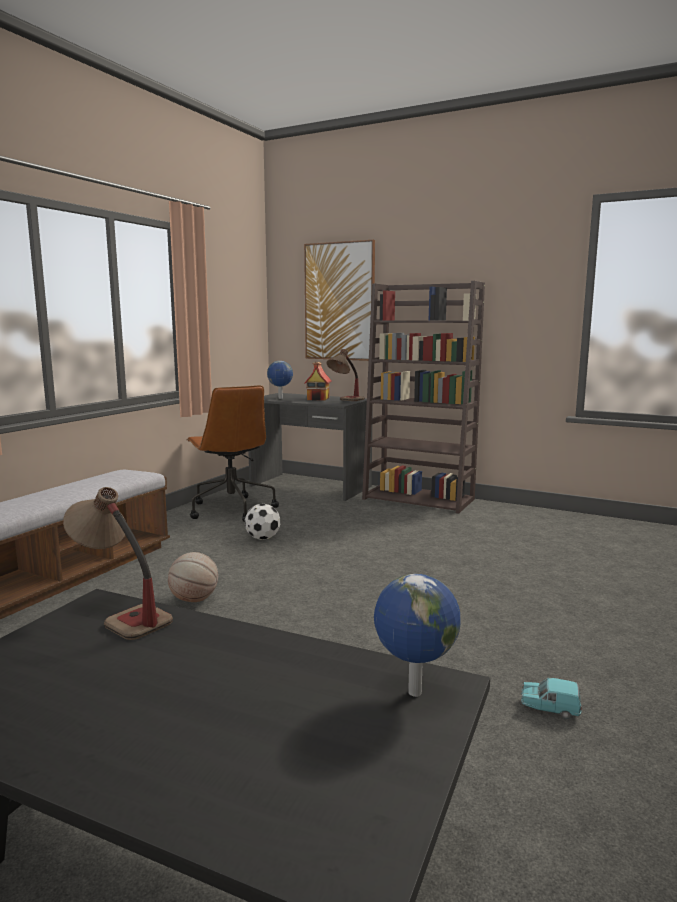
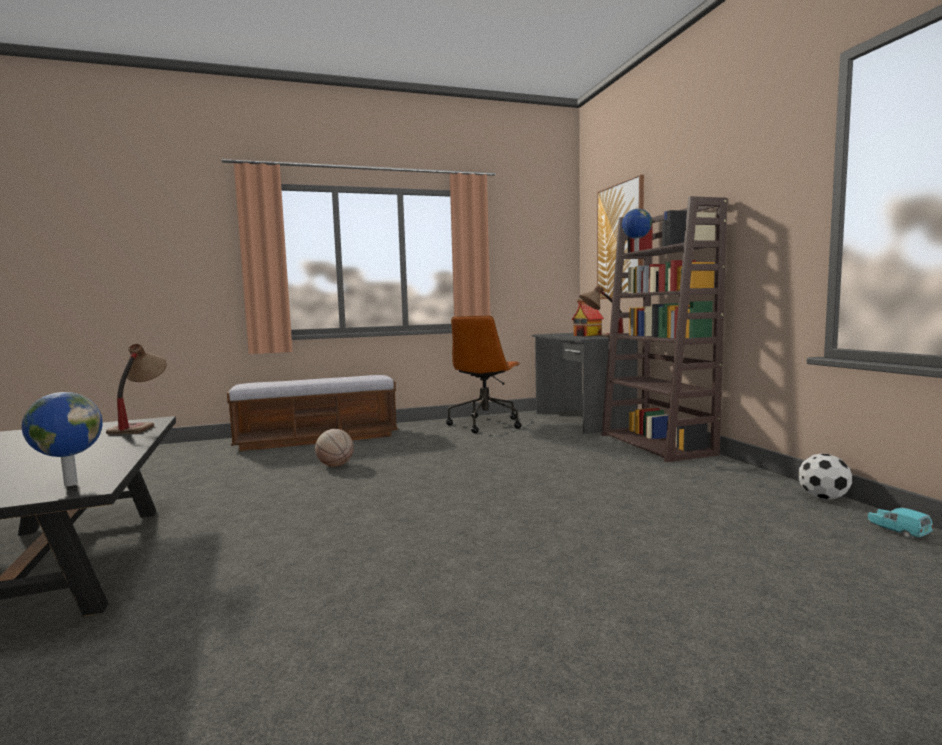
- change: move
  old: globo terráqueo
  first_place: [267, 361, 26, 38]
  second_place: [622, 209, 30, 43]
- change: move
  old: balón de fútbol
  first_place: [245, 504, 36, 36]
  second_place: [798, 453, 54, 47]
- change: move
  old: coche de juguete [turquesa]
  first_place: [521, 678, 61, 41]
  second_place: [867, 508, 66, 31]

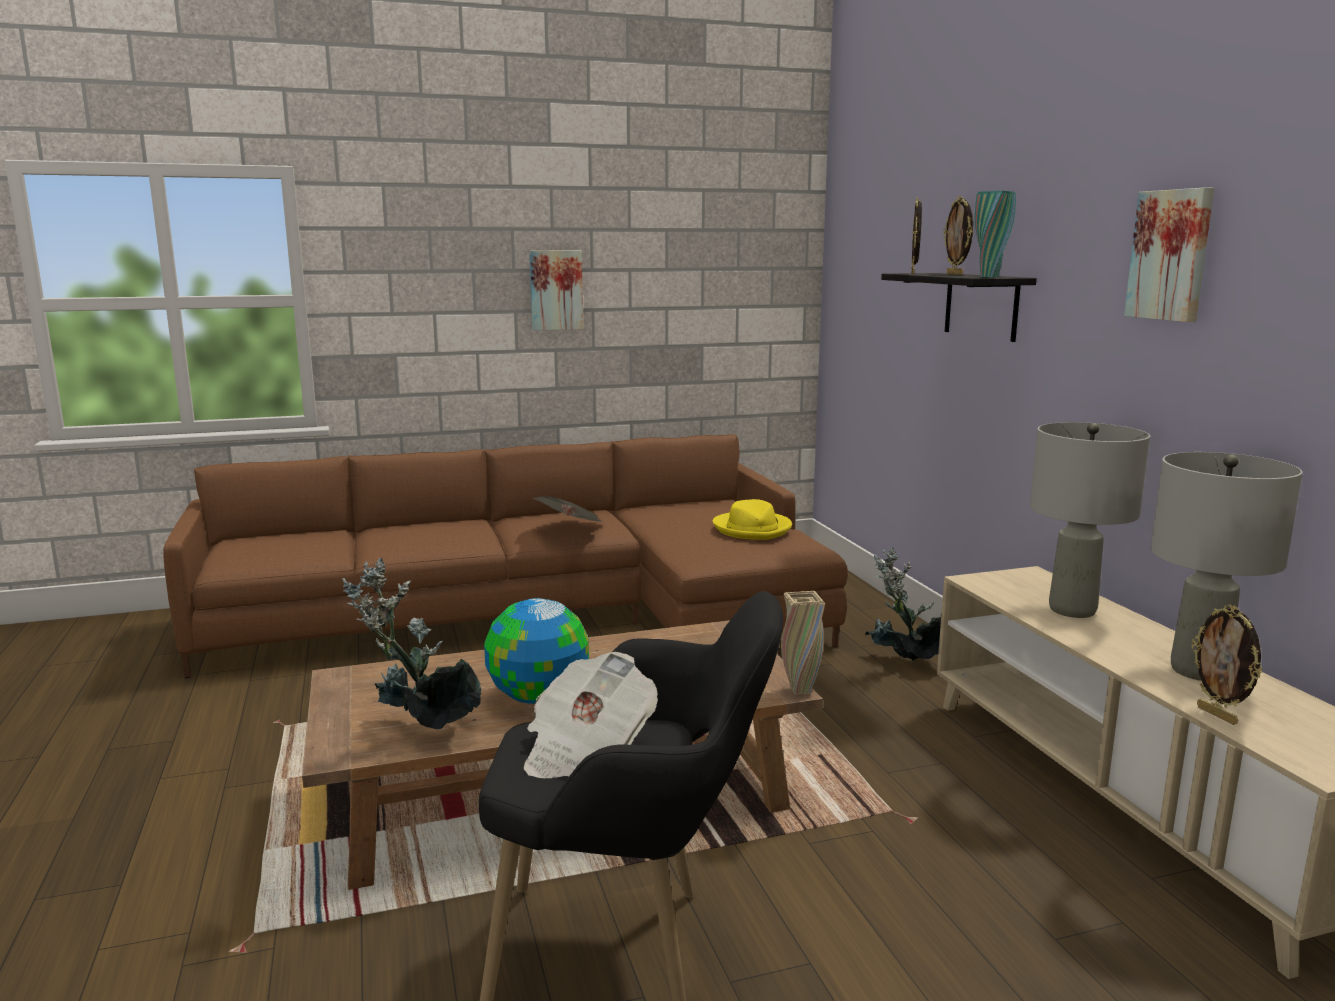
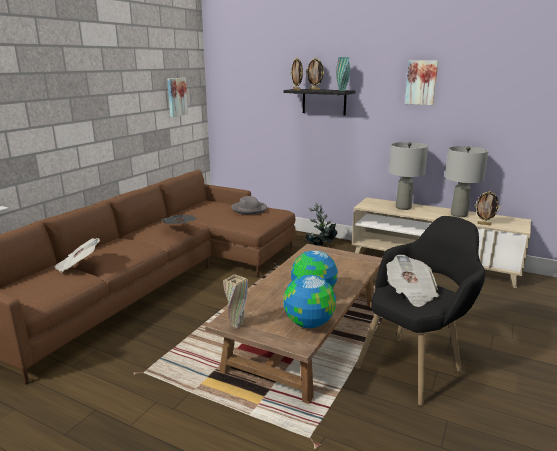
- change: move
  old: cuadro
  first_place: [529, 251, 54, 79]
  second_place: [167, 78, 21, 39]
- change: recolor
  old: sombrero [amarillo]
  new: sombrero [gris]
  first_place: [713, 499, 79, 41]
  second_place: [231, 196, 36, 18]
- change: replace
  old: planta en maceta
  new: globo terráqueo
  first_place: [343, 558, 138, 171]
  second_place: [283, 275, 53, 53]
- change: move
  old: florero [beis]
  first_place: [781, 591, 44, 104]
  second_place: [223, 274, 25, 54]
- change: insert
  new: periódico
  second_place: [55, 238, 45, 35]

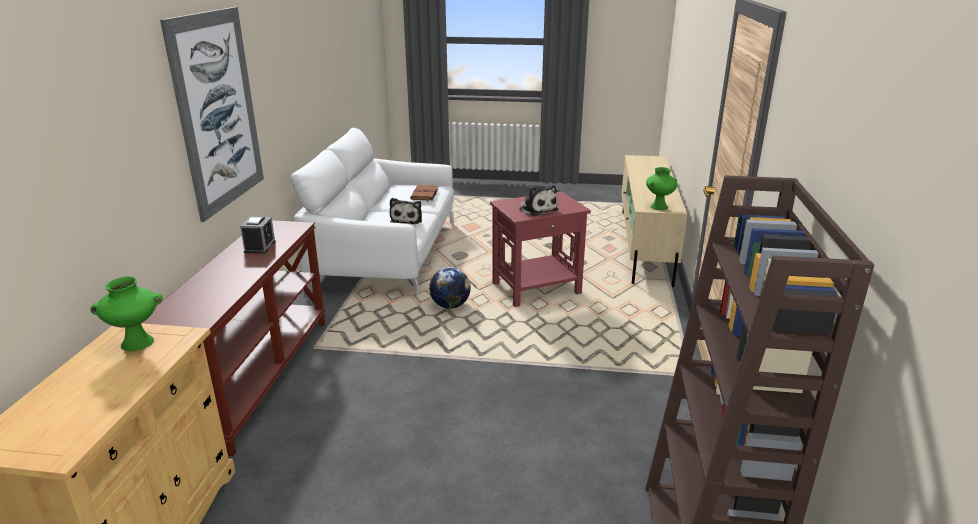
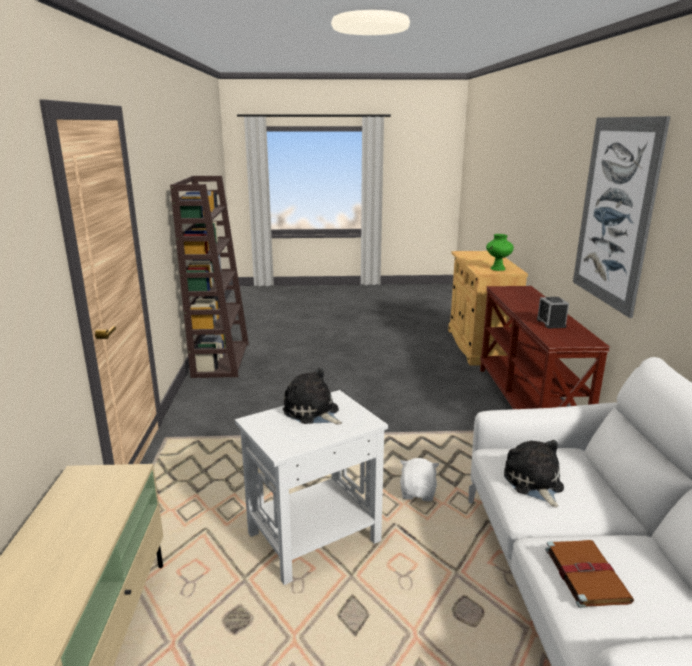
- change: delete
  old: florero [verde]
  first_place: [646, 167, 32, 43]
- change: recolor
  old: mesa auxiliar [rojo]
  new: mesa auxiliar [blanco]
  first_place: [490, 191, 101, 116]
  second_place: [235, 390, 153, 195]
- change: replace
  old: globo terráqueo
  new: peluche [blanco]
  first_place: [429, 267, 42, 42]
  second_place: [400, 458, 39, 43]

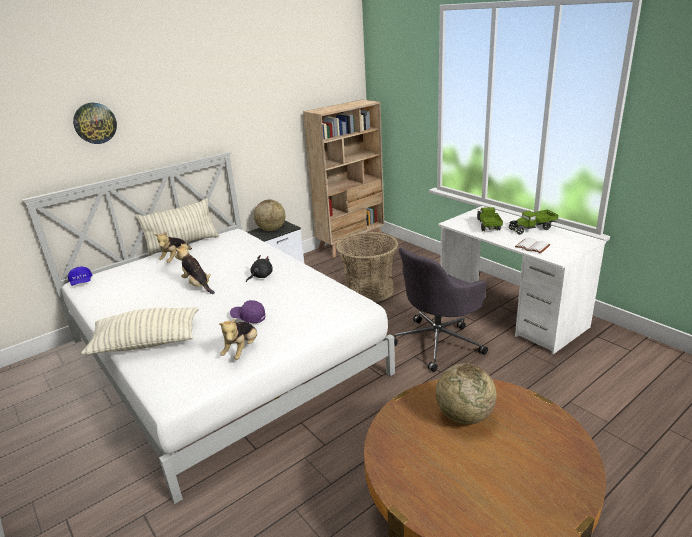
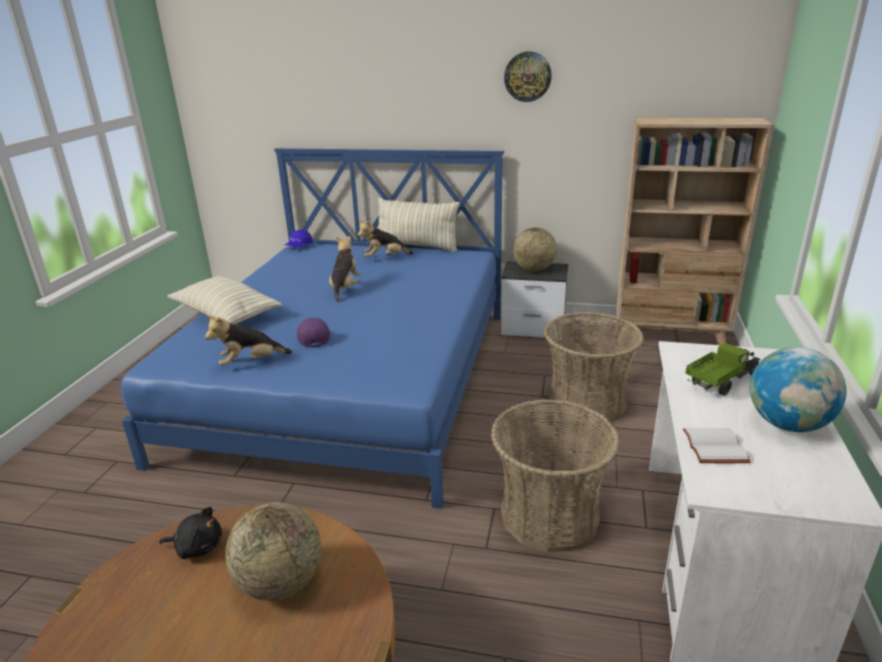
- change: move
  old: reloj de pared
  first_place: [73, 103, 44, 41]
  second_place: [504, 51, 48, 51]
- change: recolor
  old: cama [blanco]
  new: cama [azul]
  first_place: [22, 152, 373, 352]
  second_place: [121, 148, 383, 361]
- change: replace
  old: camión de juguete
  new: globo terráqueo
  first_place: [508, 210, 51, 25]
  second_place: [750, 347, 96, 85]
- change: replace
  old: silla de oficina [gris]
  new: cesta
  first_place: [394, 247, 94, 125]
  second_place: [491, 399, 129, 153]
- change: move
  old: peluche [negro]
  first_place: [246, 255, 27, 27]
  second_place: [159, 507, 63, 52]

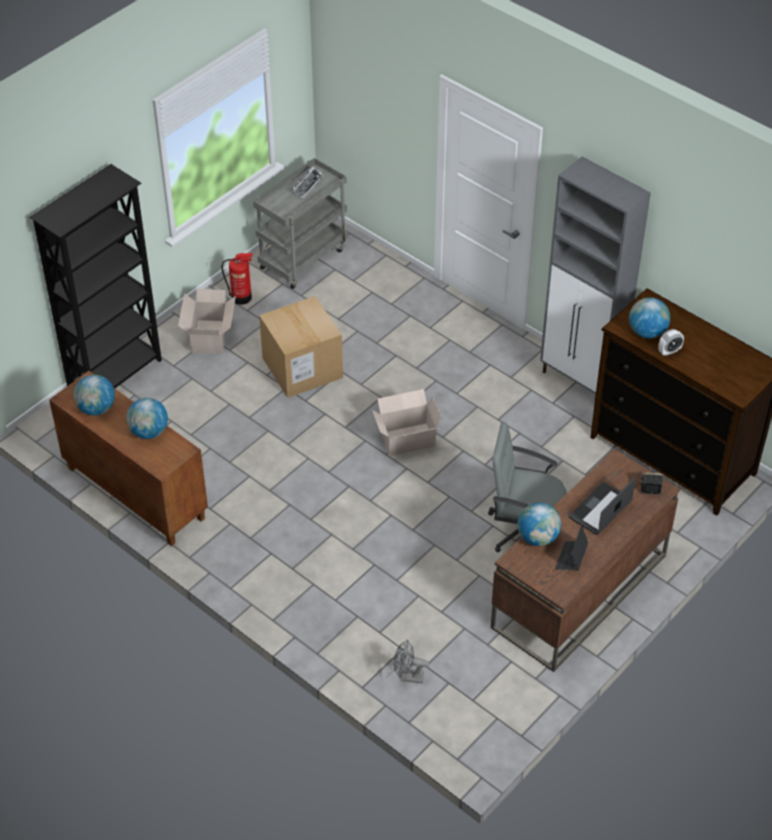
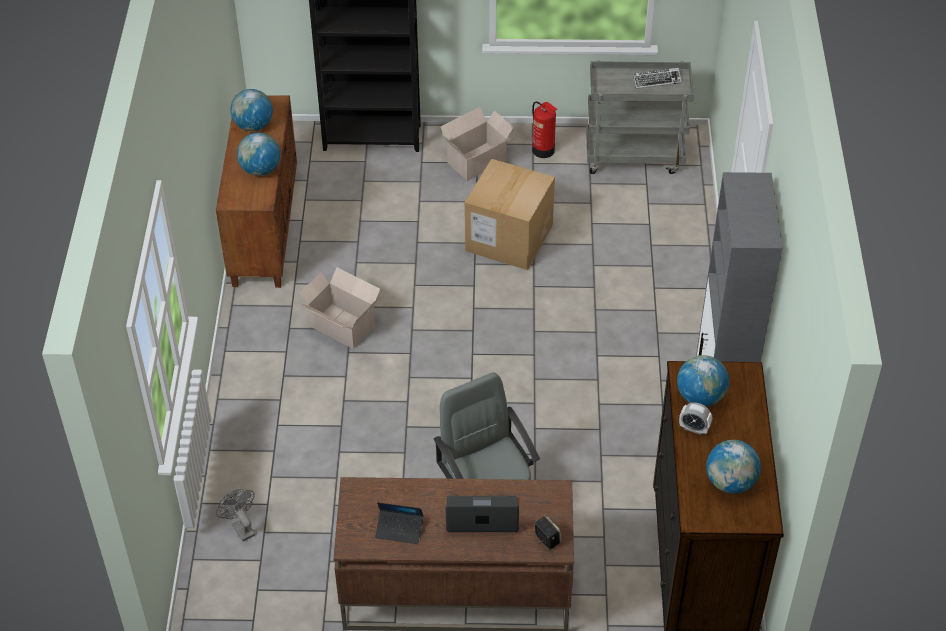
- change: move
  old: caja de cartón
  first_place: [372, 389, 69, 67]
  second_place: [299, 267, 81, 82]
- change: move
  old: globo terráqueo
  first_place: [518, 503, 43, 43]
  second_place: [706, 440, 55, 54]
- change: rotate
  old: portátil
  first_place: [555, 526, 33, 45]
  second_place: [375, 502, 49, 42]
  degrees: -150

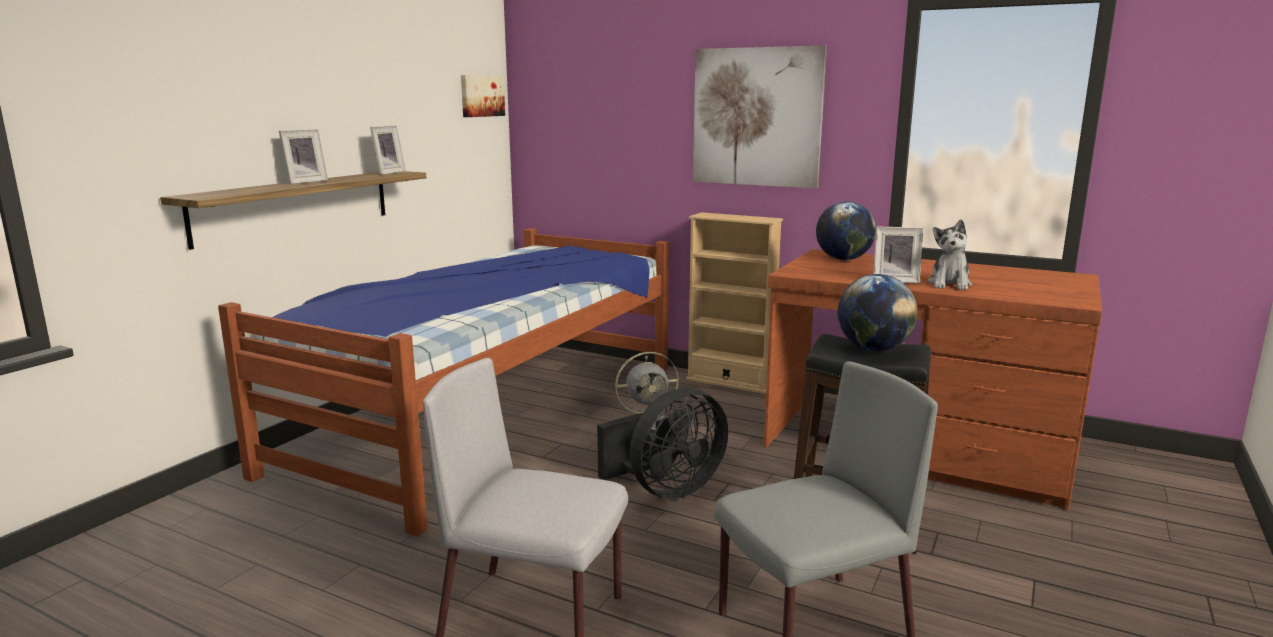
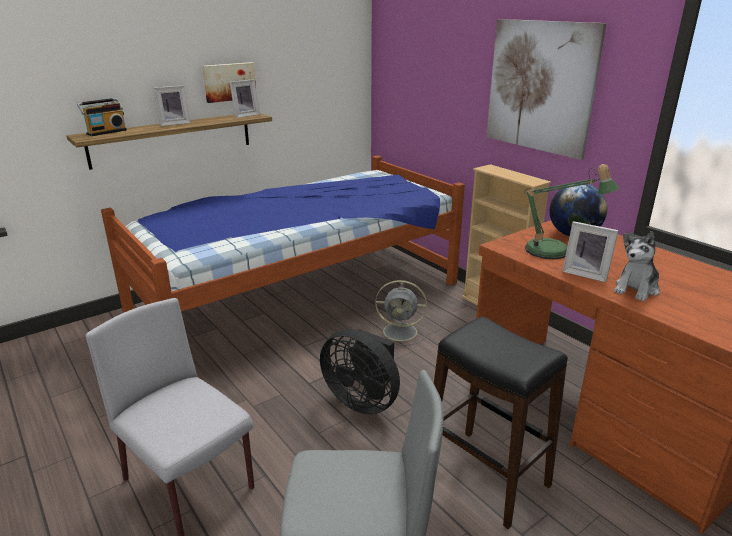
- change: move
  old: cuadro
  first_place: [461, 75, 44, 42]
  second_place: [202, 62, 54, 41]
- change: delete
  old: globo terráqueo
  first_place: [838, 274, 80, 77]
- change: rotate
  old: ventilador [negro]
  first_place: [597, 388, 131, 111]
  second_place: [320, 329, 80, 86]
  degrees: 45
- change: insert
  new: radio
  second_place: [77, 98, 50, 38]
- change: insert
  new: lámpara de mesa
  second_place: [524, 164, 95, 96]

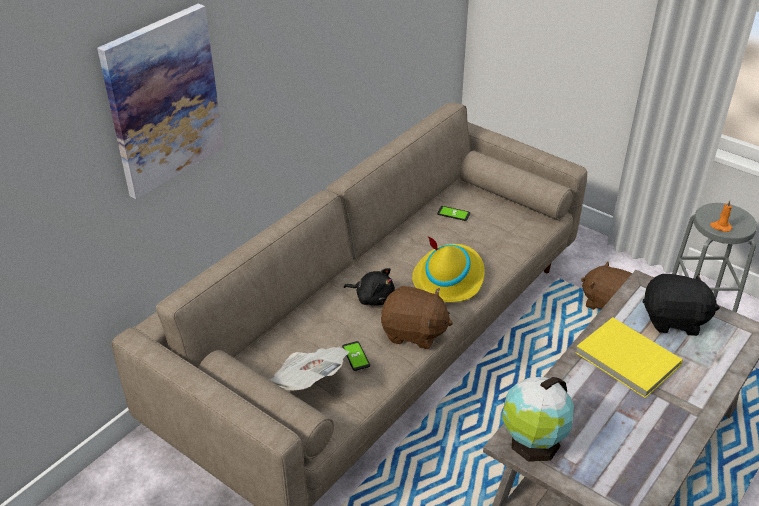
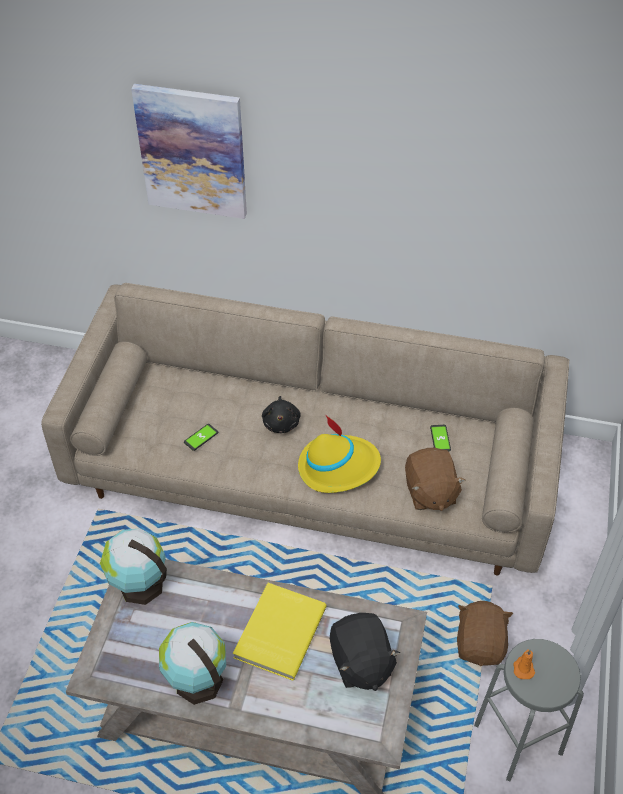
- change: move
  old: peluche [marrón]
  first_place: [381, 286, 72, 63]
  second_place: [405, 448, 61, 63]
- change: delete
  old: periódico
  first_place: [269, 346, 80, 45]
- change: insert
  new: globo terráqueo
  second_place: [159, 622, 67, 83]

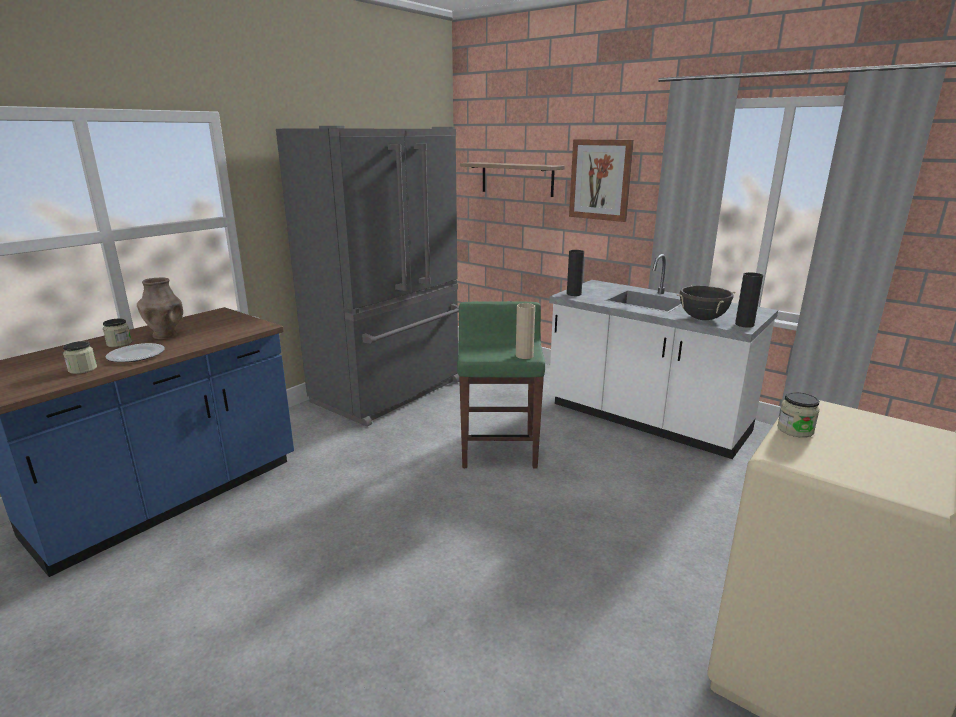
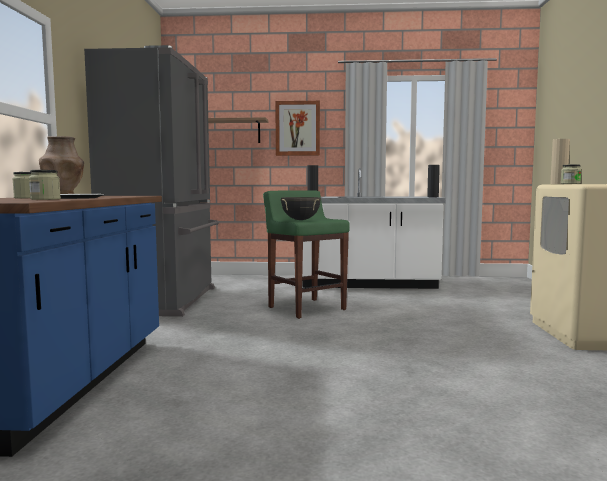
- change: move
  old: olla [negro]
  first_place: [677, 286, 59, 34]
  second_place: [281, 197, 40, 23]
- change: move
  old: florero [beis]
  first_place: [516, 303, 19, 56]
  second_place: [550, 139, 20, 45]

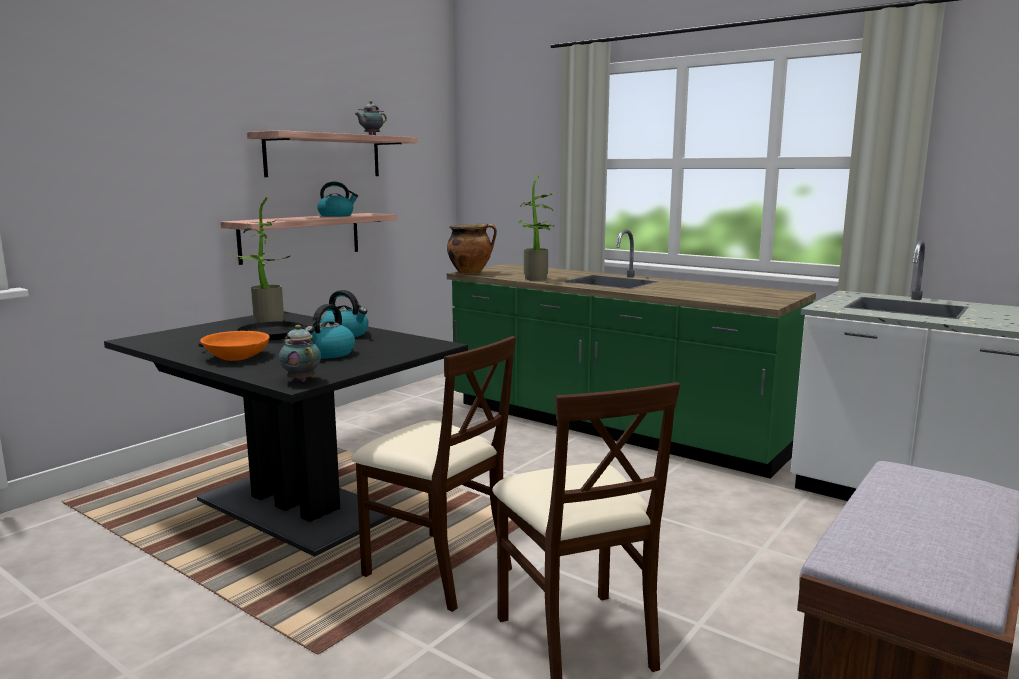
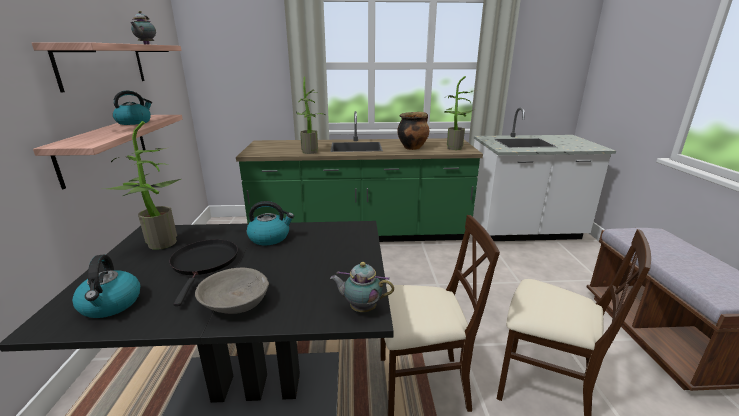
- change: move
  old: olla
  first_place: [447, 224, 50, 50]
  second_place: [397, 112, 32, 38]
- change: move
  old: hervidor
  first_place: [305, 304, 50, 54]
  second_place: [72, 254, 68, 64]
- change: recolor
  old: cuenco [naranja]
  new: cuenco [gris]
  first_place: [200, 331, 70, 30]
  second_place: [195, 268, 74, 46]
- change: insert
  new: planta en maceta
  second_place: [445, 76, 33, 74]

